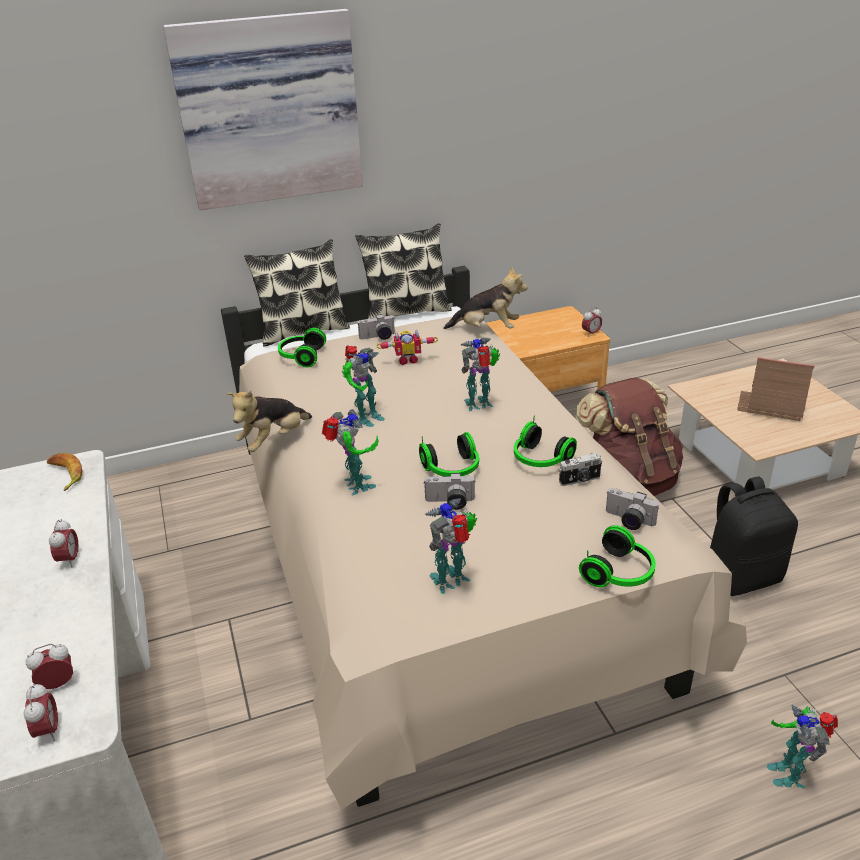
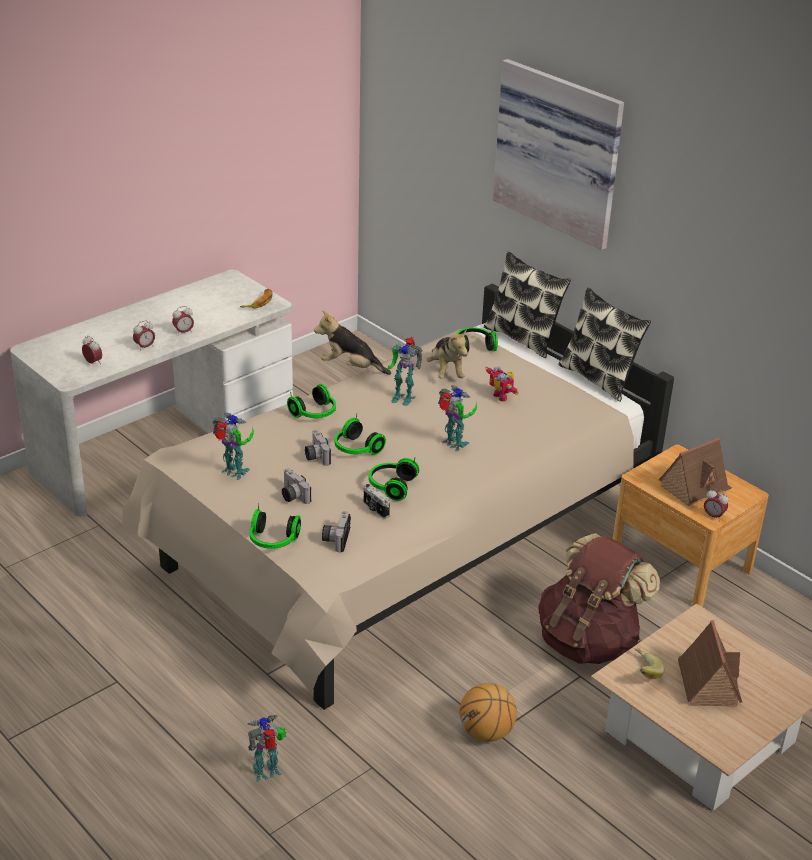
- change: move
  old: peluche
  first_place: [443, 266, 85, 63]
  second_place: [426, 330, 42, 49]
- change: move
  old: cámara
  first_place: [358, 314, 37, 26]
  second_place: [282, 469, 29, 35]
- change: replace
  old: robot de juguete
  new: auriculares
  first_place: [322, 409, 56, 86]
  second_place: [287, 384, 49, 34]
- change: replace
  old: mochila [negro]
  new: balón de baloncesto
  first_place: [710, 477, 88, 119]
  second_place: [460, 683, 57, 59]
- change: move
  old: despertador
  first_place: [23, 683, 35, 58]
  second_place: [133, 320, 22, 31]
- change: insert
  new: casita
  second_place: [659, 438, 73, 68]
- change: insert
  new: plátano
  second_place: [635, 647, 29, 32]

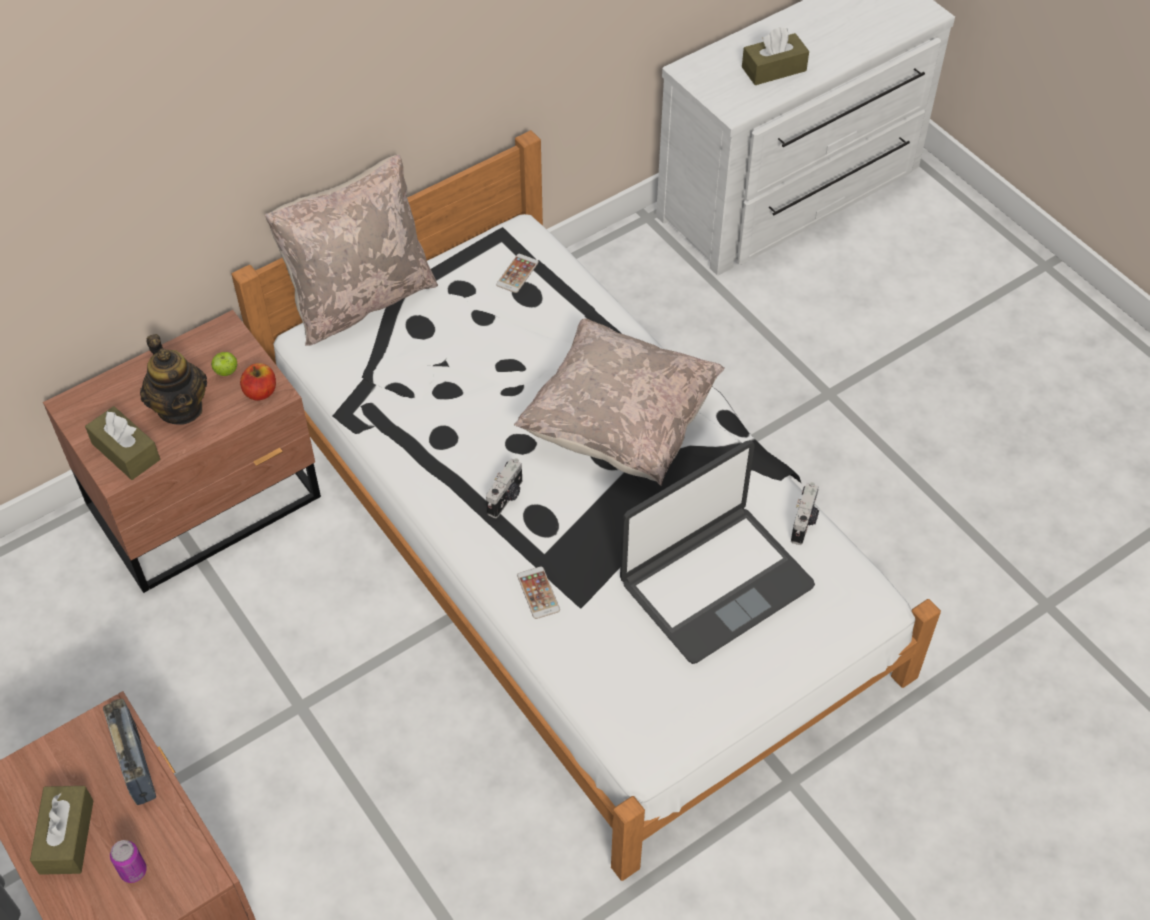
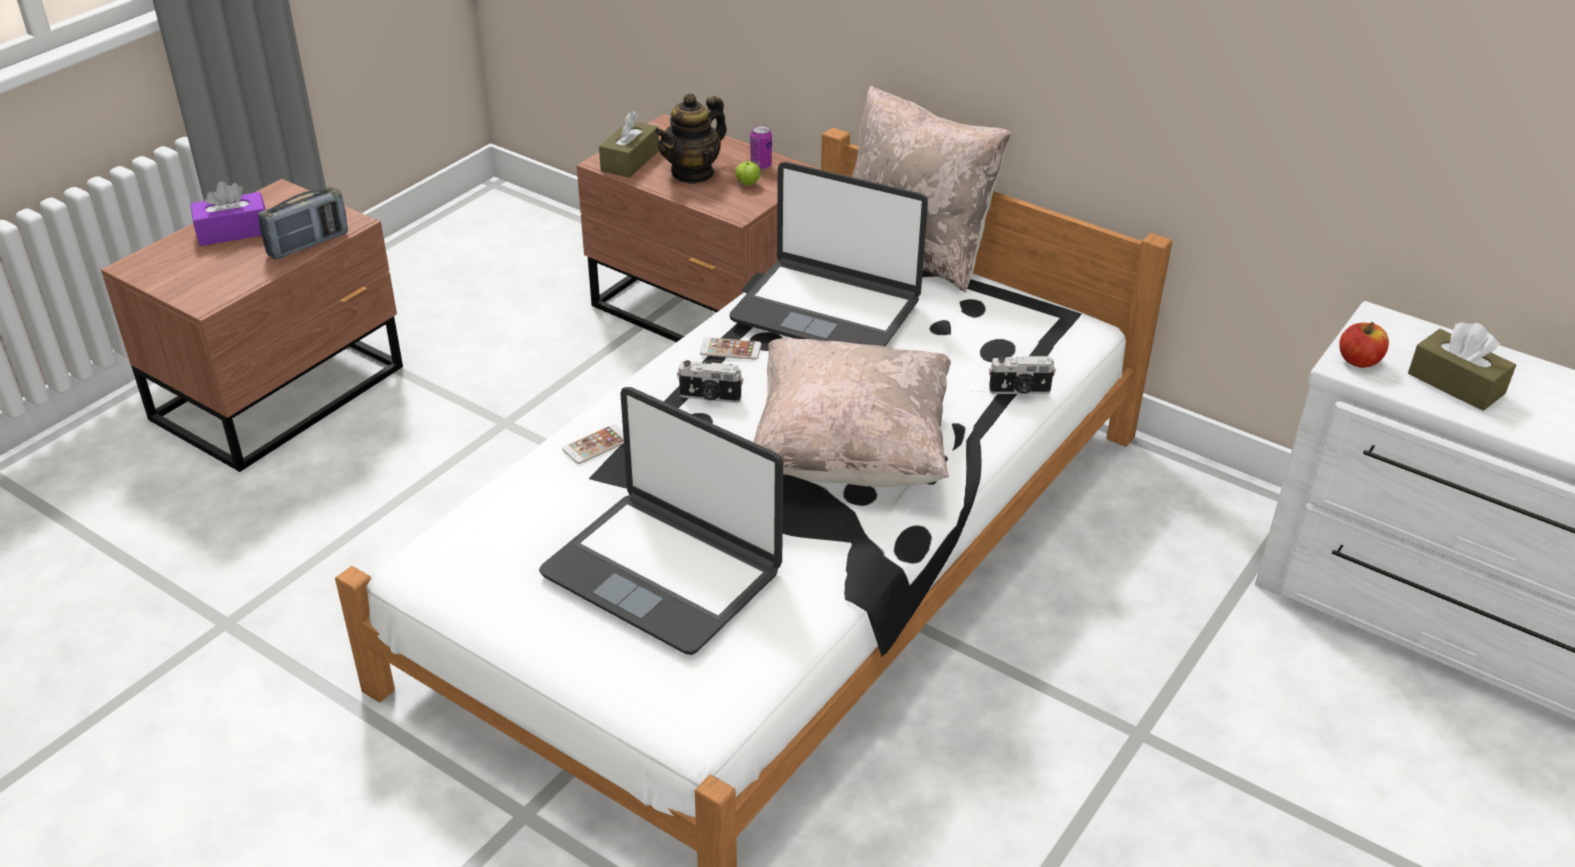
- change: move
  old: móvil
  first_place: [496, 254, 43, 39]
  second_place: [700, 337, 62, 23]
- change: move
  old: manzana
  first_place: [240, 363, 36, 38]
  second_place: [1339, 322, 50, 46]
- change: move
  old: cámara
  first_place: [791, 482, 28, 63]
  second_place: [989, 356, 67, 38]
- change: recolor
  old: caja de pañuelos [marrón]
  new: caja de pañuelos [morado]
  first_place: [30, 786, 63, 89]
  second_place: [190, 181, 76, 65]
- change: move
  old: lata
  first_place: [110, 840, 37, 43]
  second_place: [750, 125, 22, 45]
- change: insert
  new: portátil
  second_place: [730, 162, 198, 185]

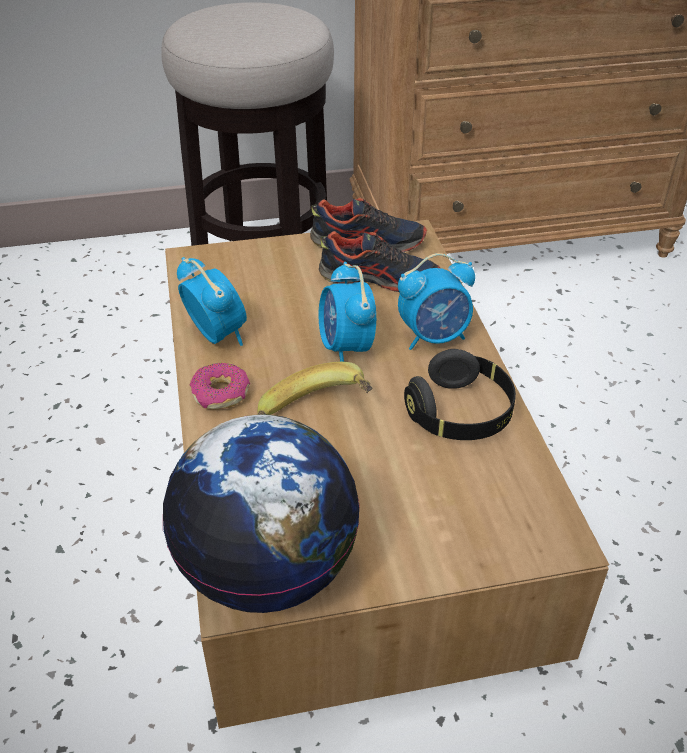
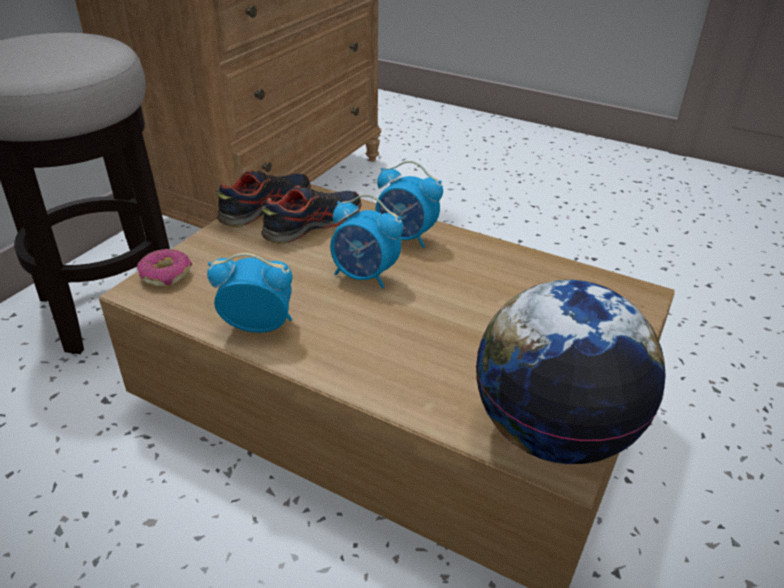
- change: rotate
  old: despertador
  first_place: [398, 253, 77, 97]
  second_place: [375, 161, 68, 87]
  degrees: 90
- change: delete
  old: auriculares [negro]
  first_place: [404, 349, 112, 91]
- change: delete
  old: plátano
  first_place: [257, 362, 116, 53]
- change: move
  old: rosquilla
  first_place: [190, 363, 60, 46]
  second_place: [137, 249, 55, 39]

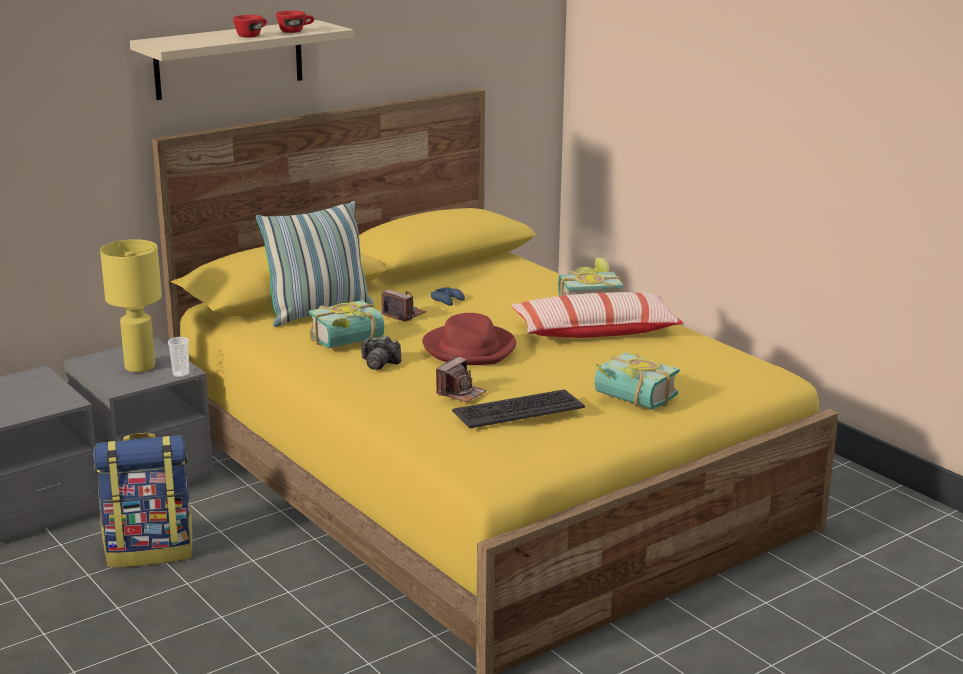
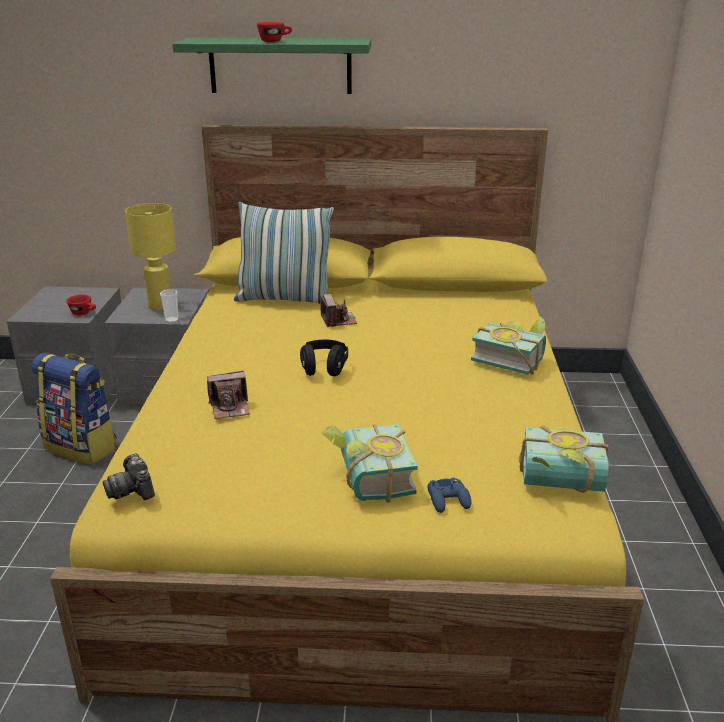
- change: move
  old: taza [rojo]
  first_place: [276, 11, 38, 22]
  second_place: [66, 294, 30, 21]
- change: recolor
  old: estante [beis]
  new: estante [verde]
  first_place: [130, 20, 223, 80]
  second_place: [173, 37, 198, 57]
- change: move
  old: mando de consola [azul]
  first_place: [431, 287, 34, 19]
  second_place: [428, 478, 43, 35]
- change: delete
  old: cojín
  first_place: [512, 292, 171, 46]
- change: move
  old: libro
  first_place: [309, 300, 75, 48]
  second_place: [518, 425, 91, 68]
- change: replace
  old: sombrero [rojo]
  new: auriculares [negro]
  first_place: [422, 313, 94, 52]
  second_place: [300, 340, 48, 36]
- change: move
  old: cámara
  first_place: [361, 335, 40, 35]
  second_place: [103, 453, 52, 47]
- change: delete
  old: teclado
  first_place: [452, 389, 133, 39]

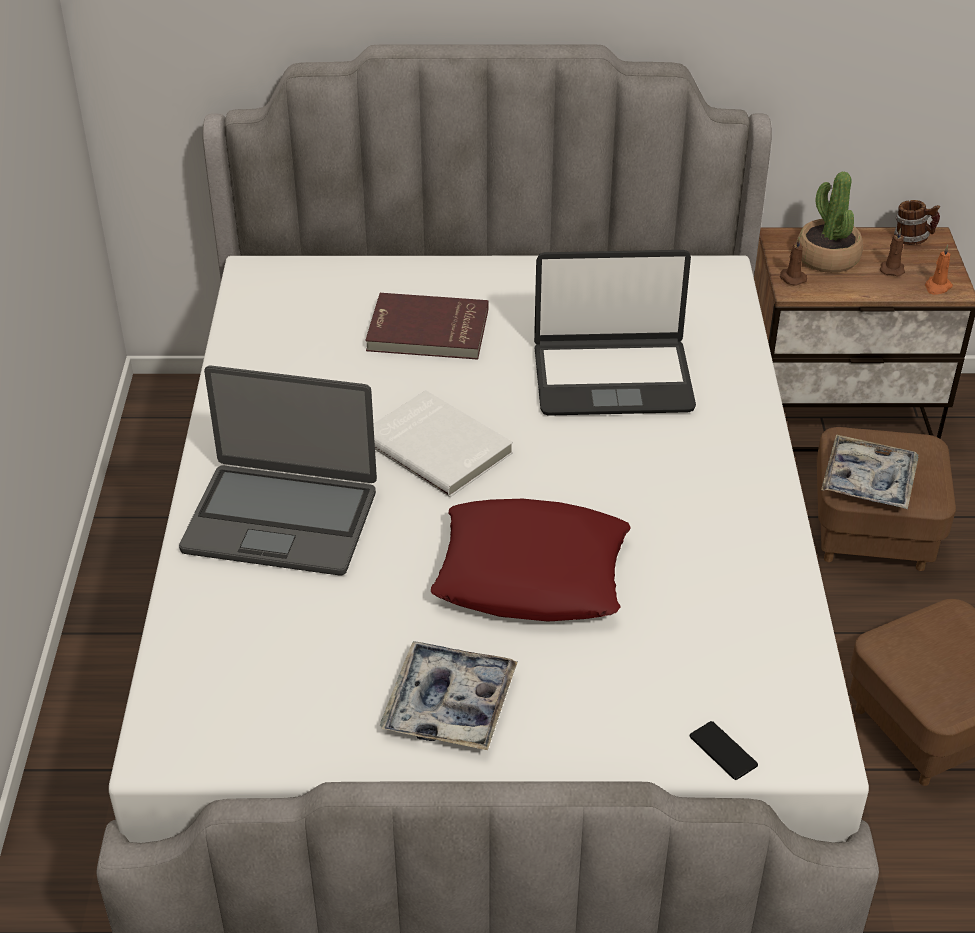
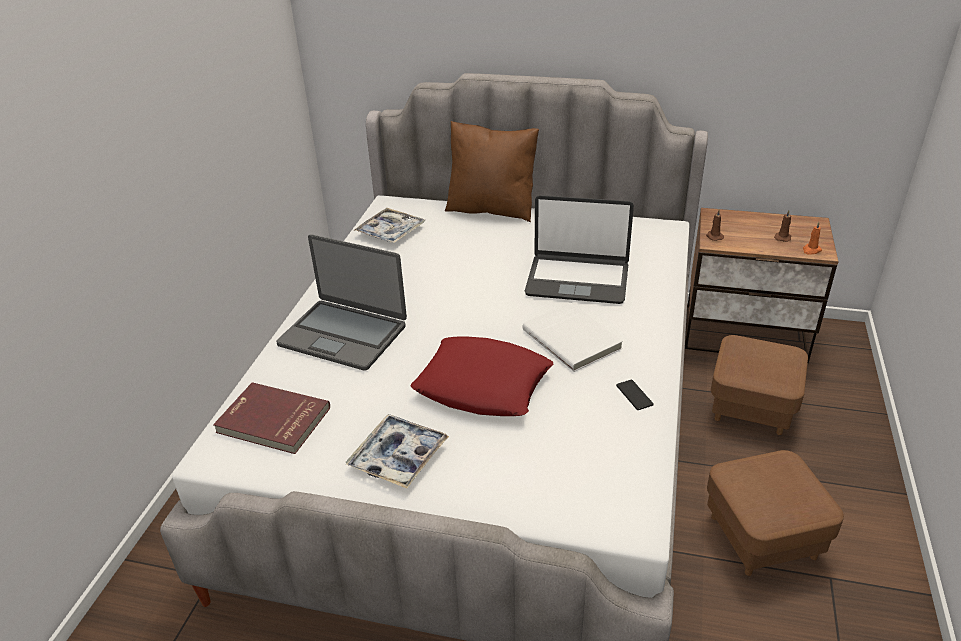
- change: delete
  old: planta en maceta
  first_place: [796, 171, 67, 102]
- change: delete
  old: taza grande
  first_place: [894, 200, 46, 45]
- change: move
  old: libro [rojo]
  first_place: [365, 293, 124, 67]
  second_place: [213, 382, 117, 72]
- change: move
  old: libro [blanco]
  first_place: [373, 390, 140, 107]
  second_place: [522, 303, 101, 69]
- change: move
  old: bandeja
  first_place: [821, 434, 97, 75]
  second_place: [353, 208, 72, 35]
- change: move
  old: móvil
  first_place: [690, 721, 68, 59]
  second_place: [616, 380, 38, 30]
- change: insert
  new: cojín [marrón]
  second_place: [445, 121, 94, 101]

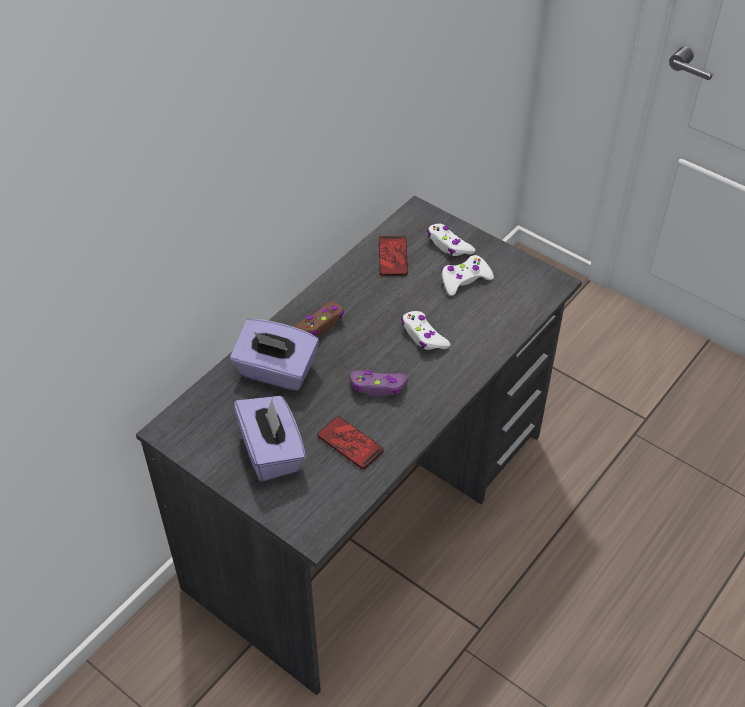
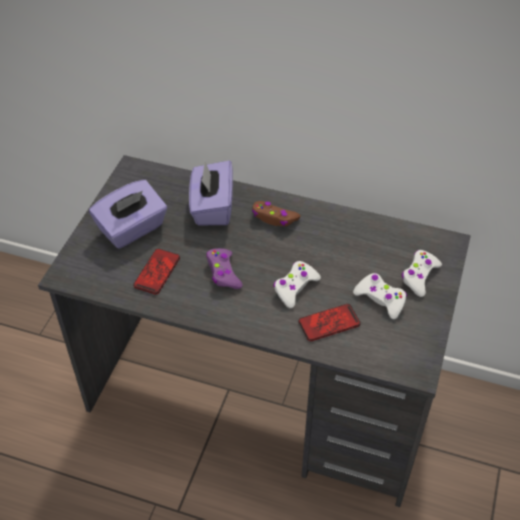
- change: move
  old: móvil
  first_place: [379, 236, 29, 40]
  second_place: [299, 304, 62, 37]

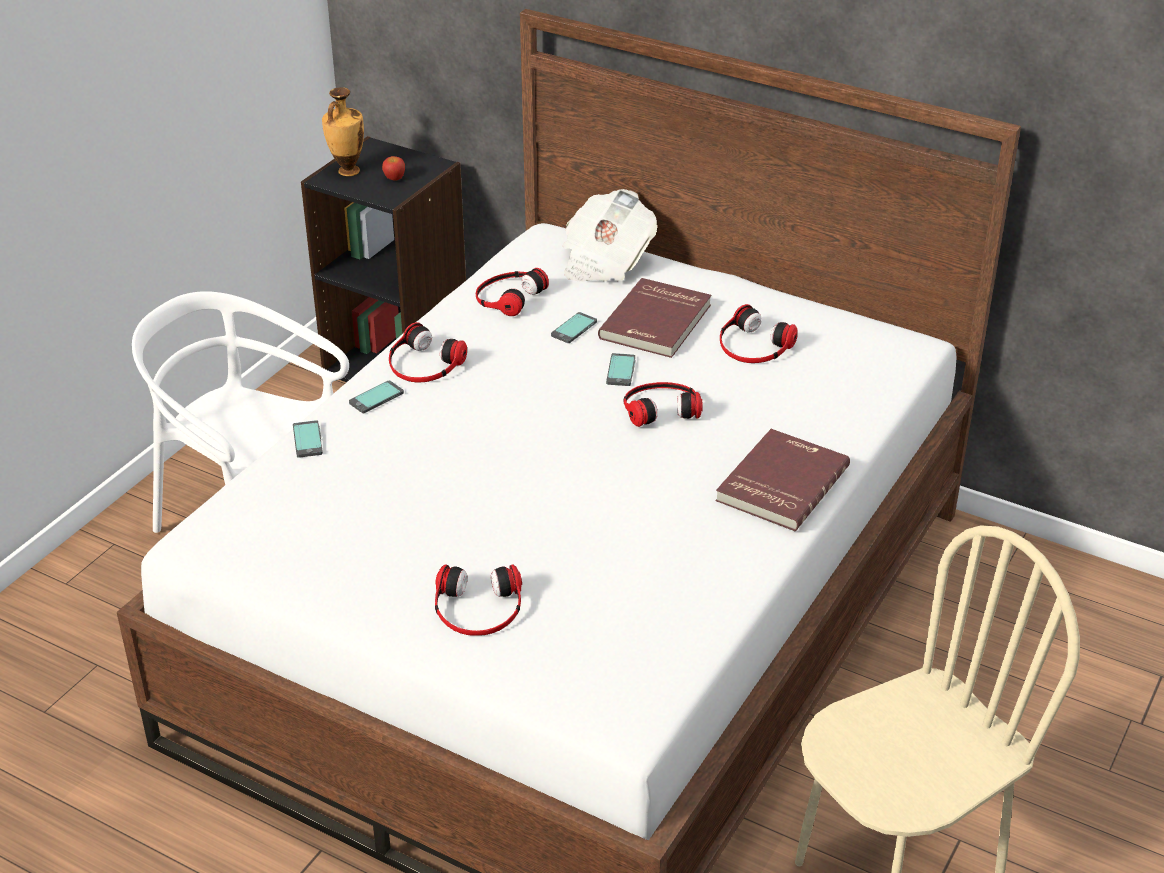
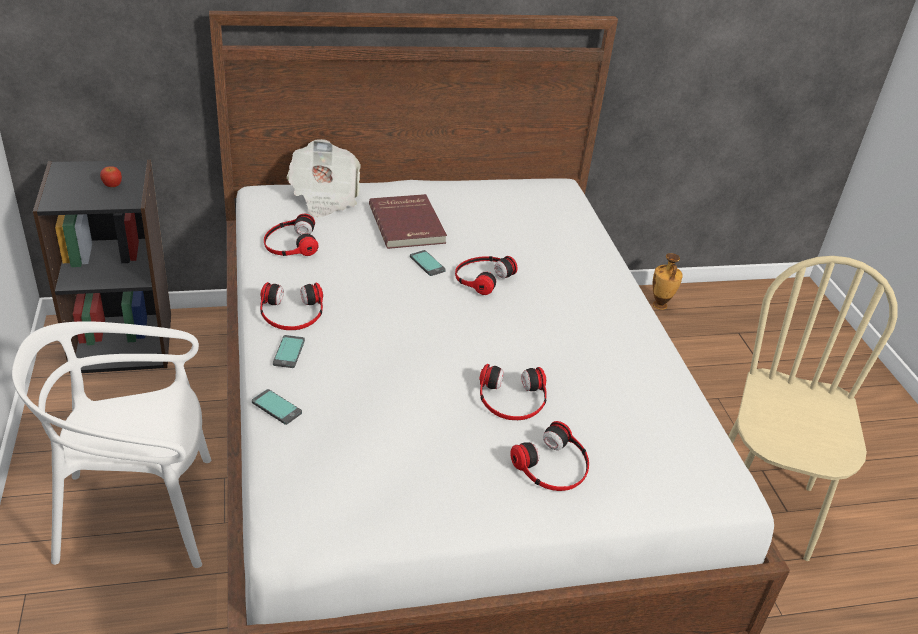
- change: move
  old: florero
  first_place: [322, 87, 42, 89]
  second_place: [653, 253, 30, 57]
- change: move
  old: auriculares
  first_place: [720, 304, 78, 59]
  second_place: [479, 364, 68, 56]
- change: delete
  old: móvil
  first_place: [551, 312, 46, 31]
- change: delete
  old: libro [rojo]
  first_place: [715, 429, 135, 102]

